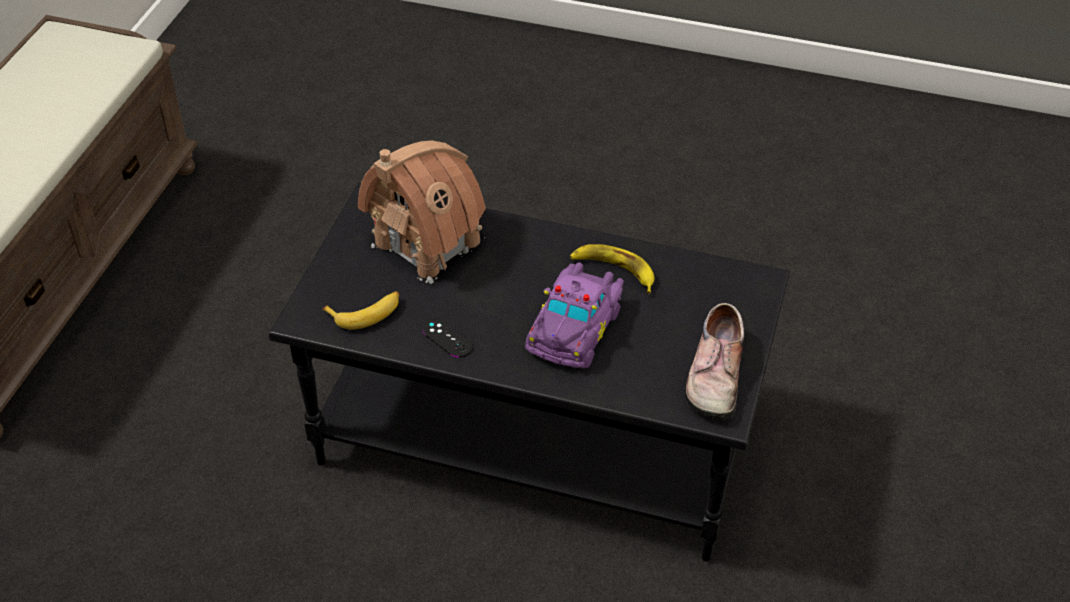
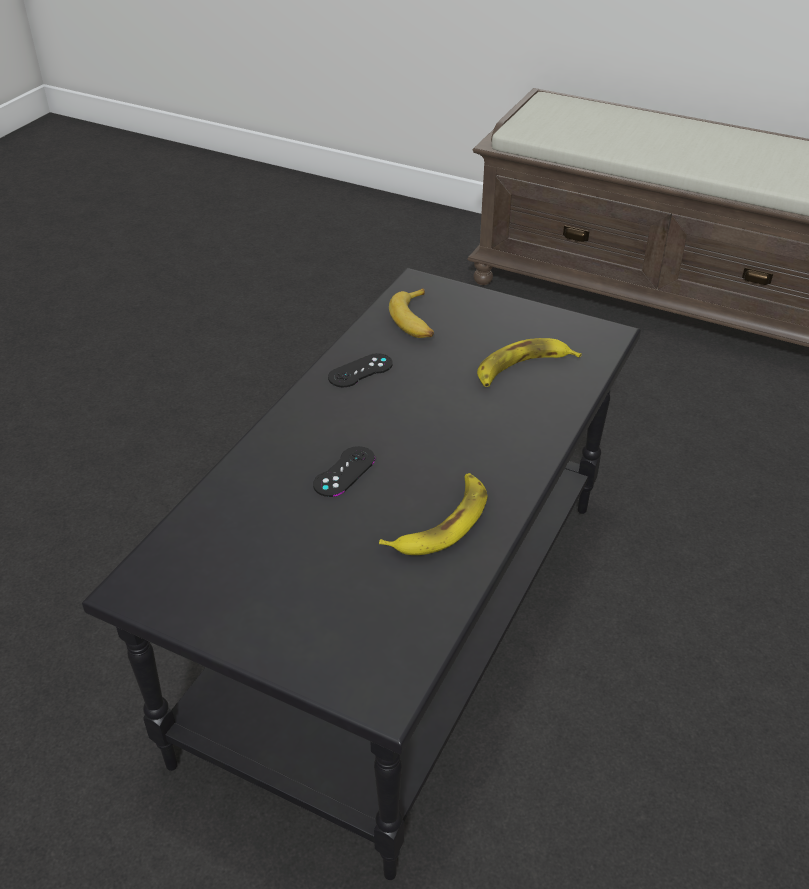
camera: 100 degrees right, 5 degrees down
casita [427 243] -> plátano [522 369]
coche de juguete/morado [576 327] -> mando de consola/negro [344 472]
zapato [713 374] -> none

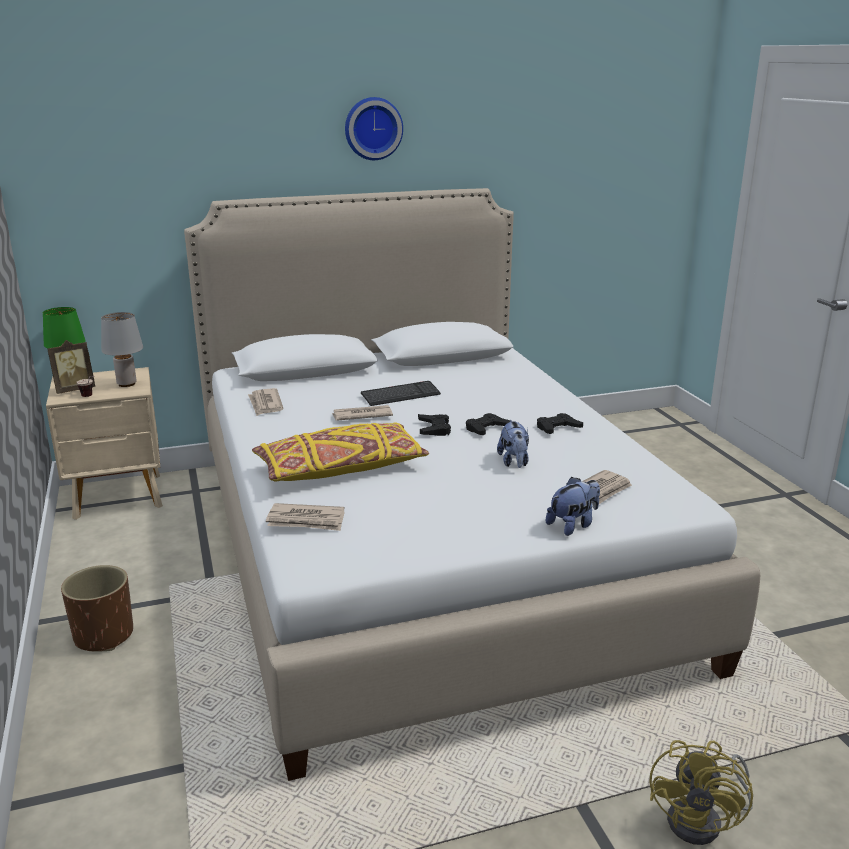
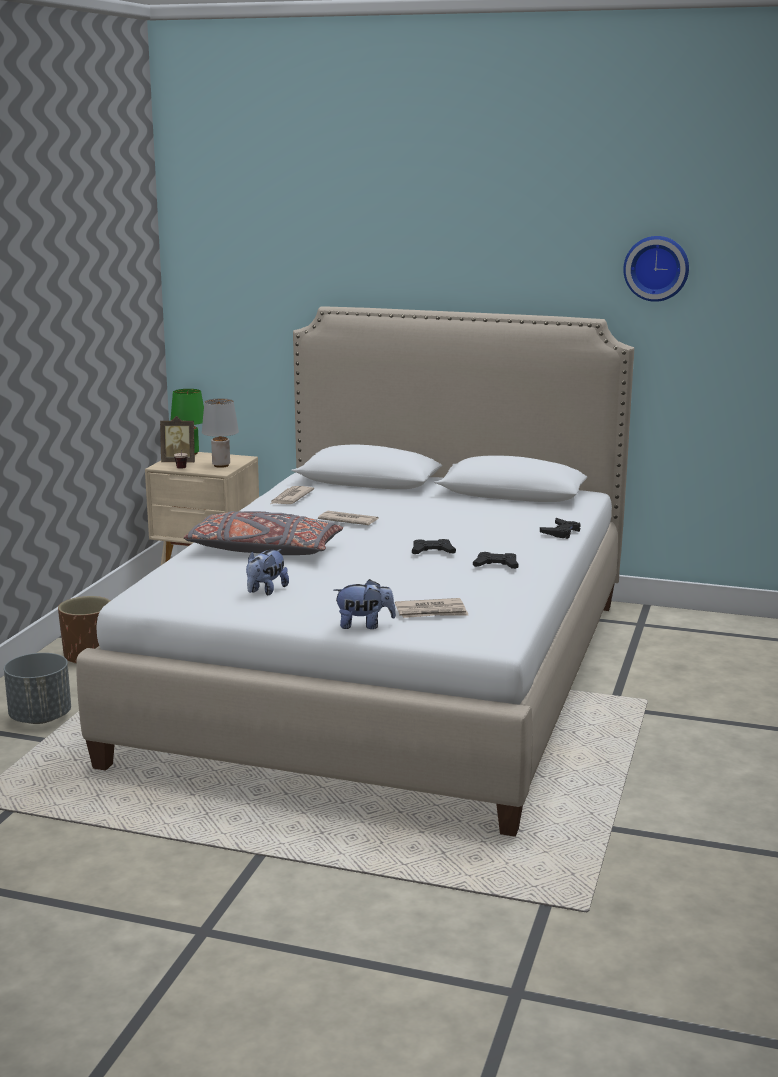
camera: 35 degrees right, 5 degrees down
reloj de pared [372 128] -> reloj de pared [656 268], moved
teclado [400 395] -> none
mando de consola/negro [434 429] -> mando de consola/negro [561 532], moved
peluche [514 462] -> peluche [266 591], moved
cojín/amarillo [340 469] -> cojín/gris [263 550]
periódico [306 520] -> none
ventilador/amarillo [703 821] -> none
none -> maceta/gris [41 717]

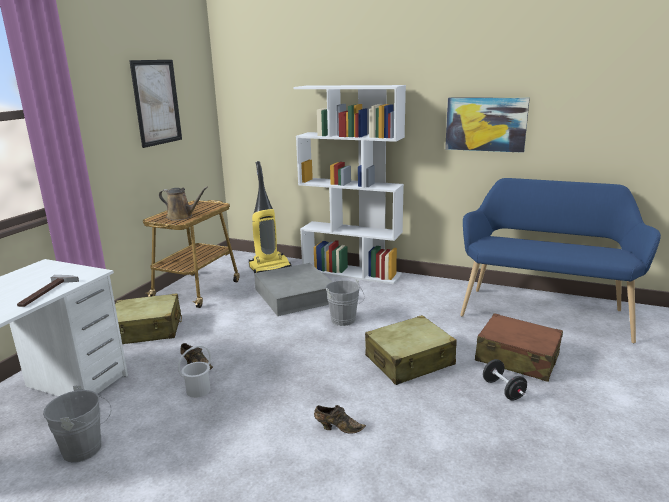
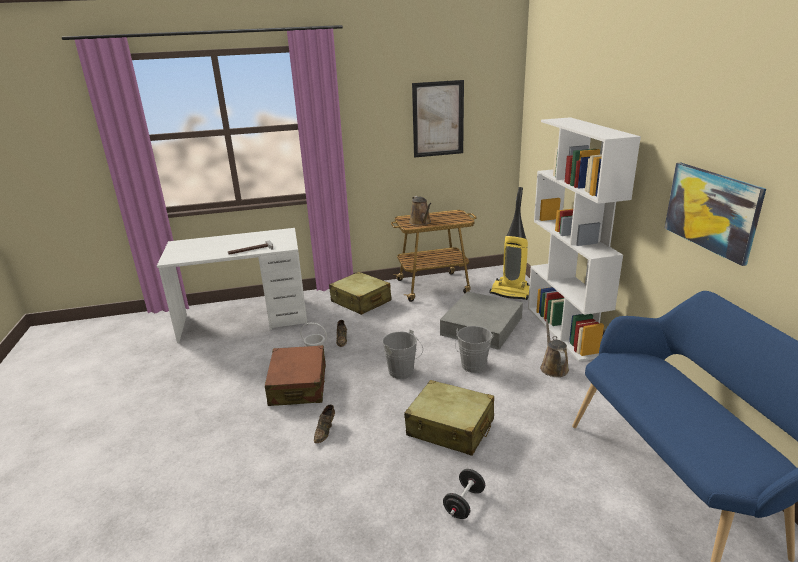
camera: 55 degrees right, 5 degrees up
maleta/marrón [517 358] -> maleta/marrón [298 385], moved
cubo/gris [87 449] -> cubo/gris [403 373], moved
zapato/marrón [337 428] -> zapato/marrón [325 431], 45 degrees clockwise
none -> regadera/marrón [553 367]

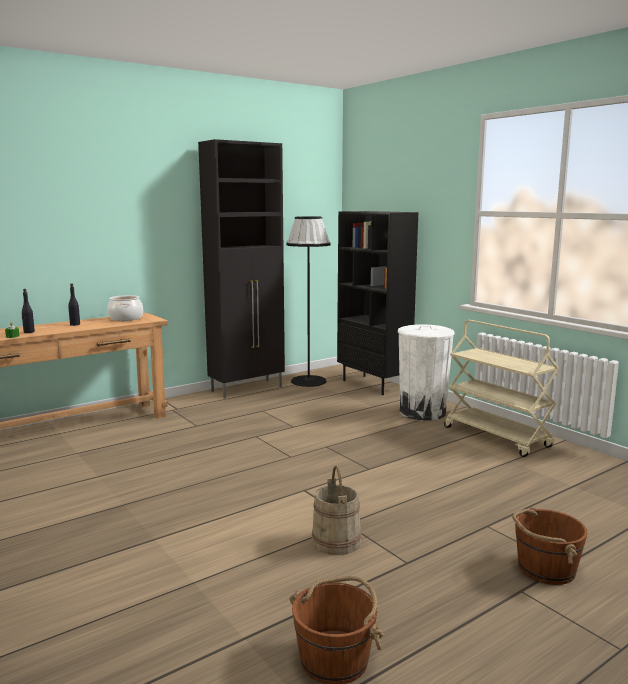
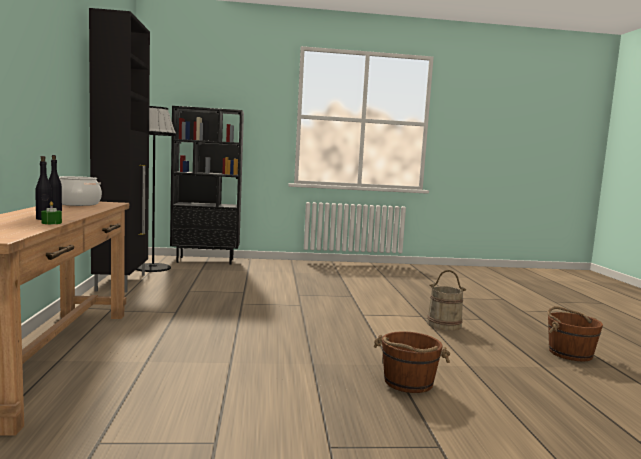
camera: 60 degrees left, 5 degrees down
carrito/beis [497 437] -> none
papelera/blanco [422 412] -> none
cubo/marrón [545 569] -> cubo/marrón [408 382], moved

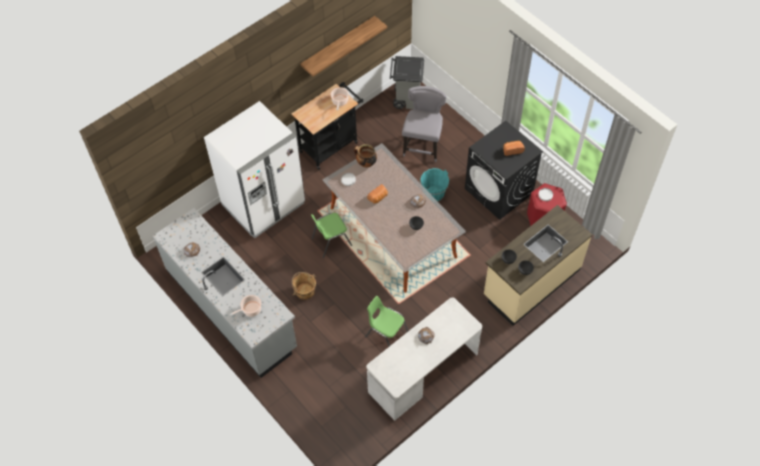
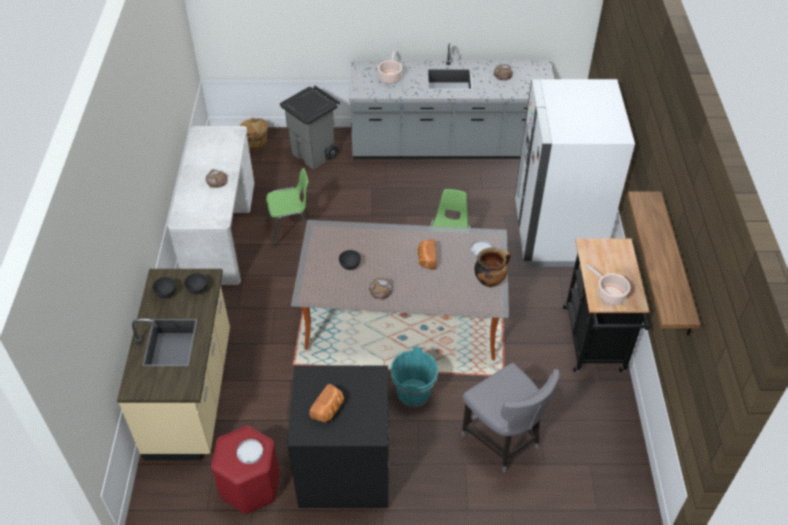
camera: 130 degrees right, 10 degrees down
papelera/gris [406 99] -> papelera/gris [315 154], moved
cubo/marrón [304 291] -> cubo/marrón [255 143], moved

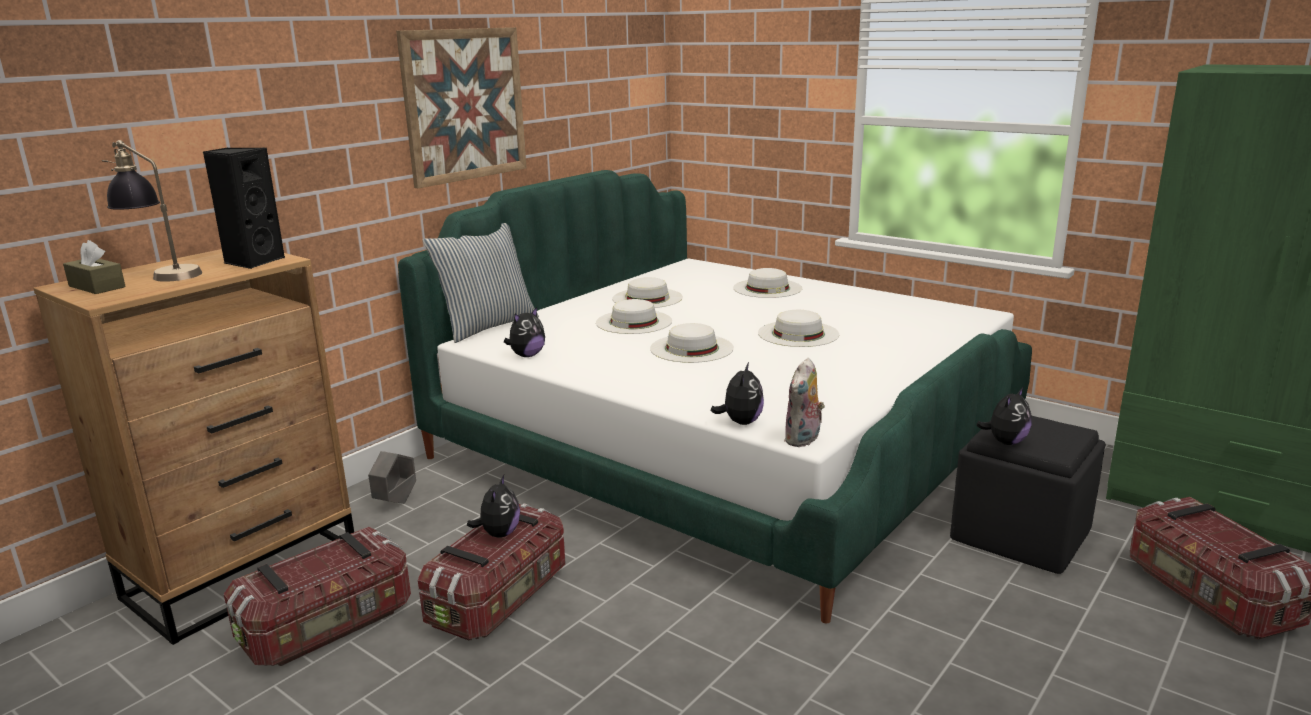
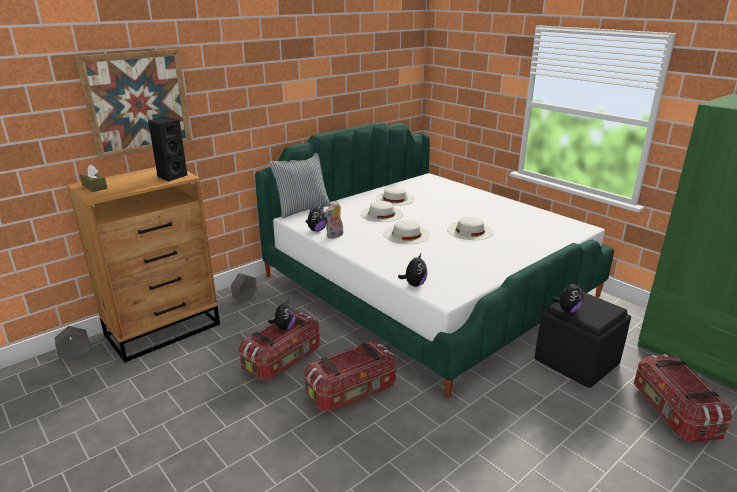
camera: 10 degrees right, 5 degrees up
cuadro [464 105] -> cuadro [138 103], moved
lámpara de mesa [163 274] -> none
sombrero/blanco [767 288] -> none
peluche [803 440] -> peluche [335 236], moved
caja de almacenaje [328 626] -> caja de almacenaje [352 392], moved
none -> maceta/gris [76 357]

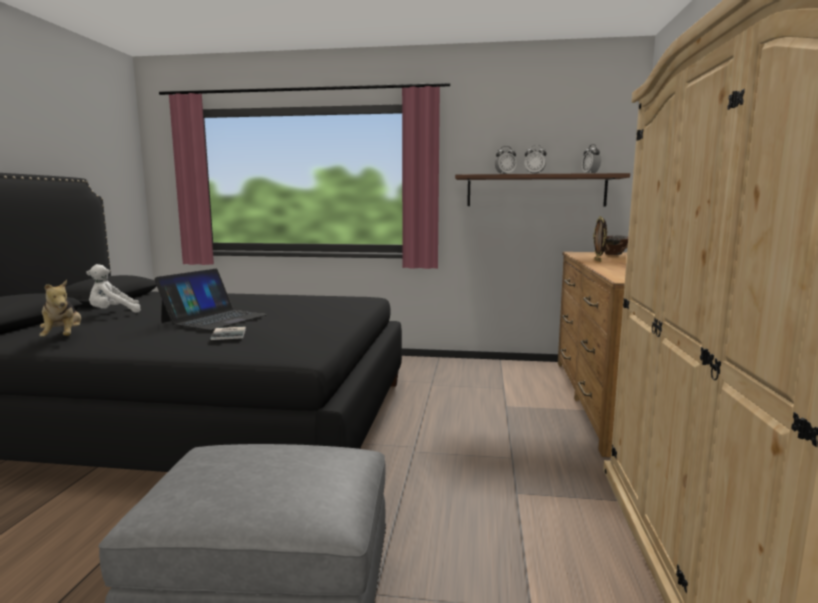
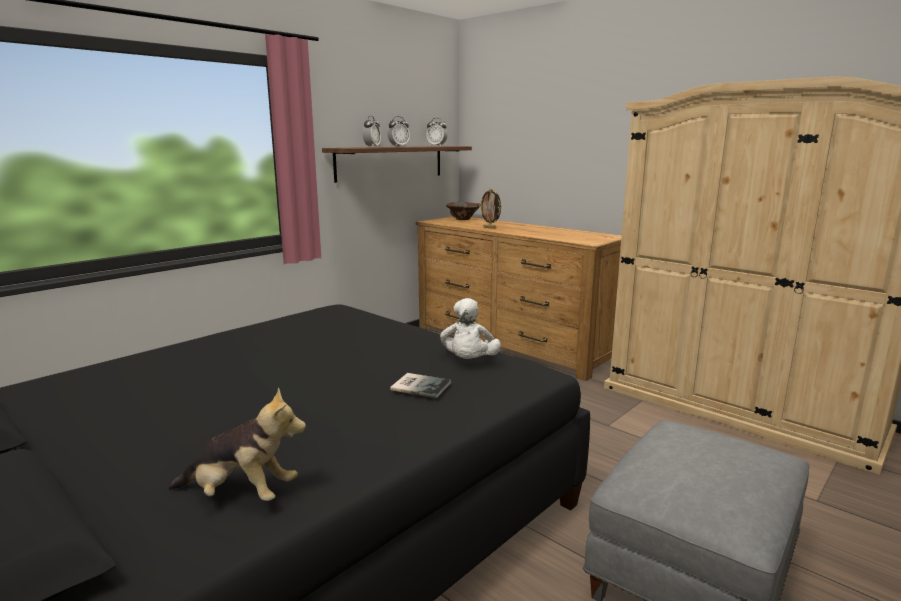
camera: 55 degrees left, 5 degrees up
peluche/blanco [113 313] -> peluche/blanco [469 362], moved
portátil [214 318] -> none

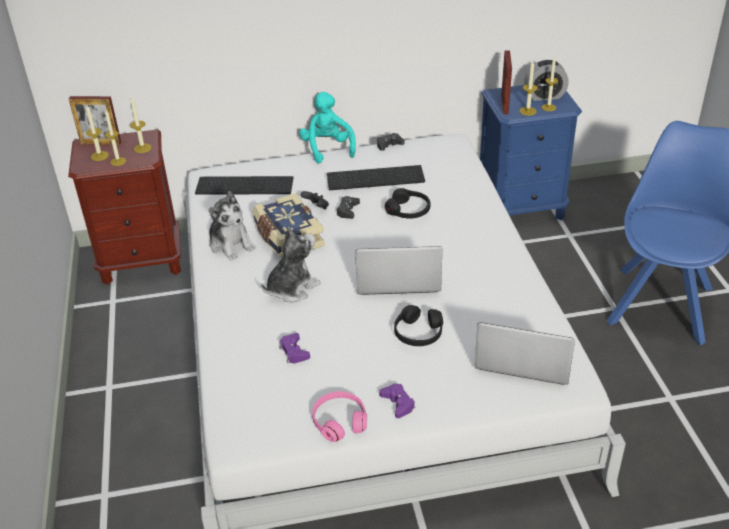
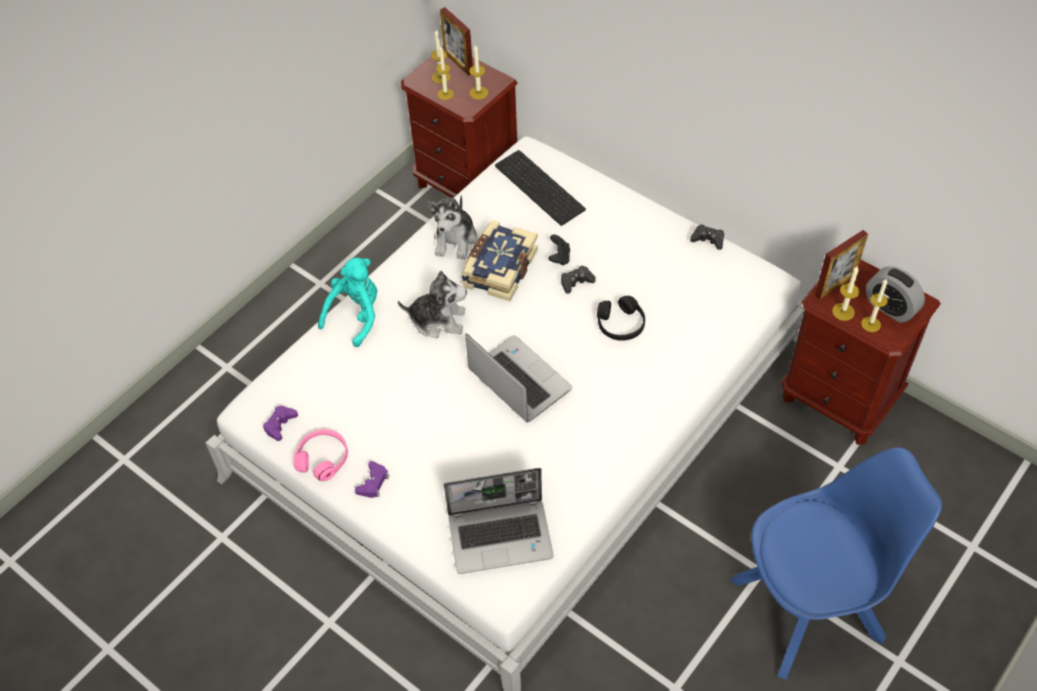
camera: 50 degrees right, 15 degrees up
mesita de noche/azul [521 208] -> mesita de noche/marrón [838 399]
peluche/turquesa [327 148] -> peluche/turquesa [356 315], moved
teclado [376 177] -> none
auriculares/negro [418 333] -> none
portátil [523 358] -> portátil [501 535], 105 degrees clockwise
mando de consola/morado [294 352] -> mando de consola/morado [280 425], moved

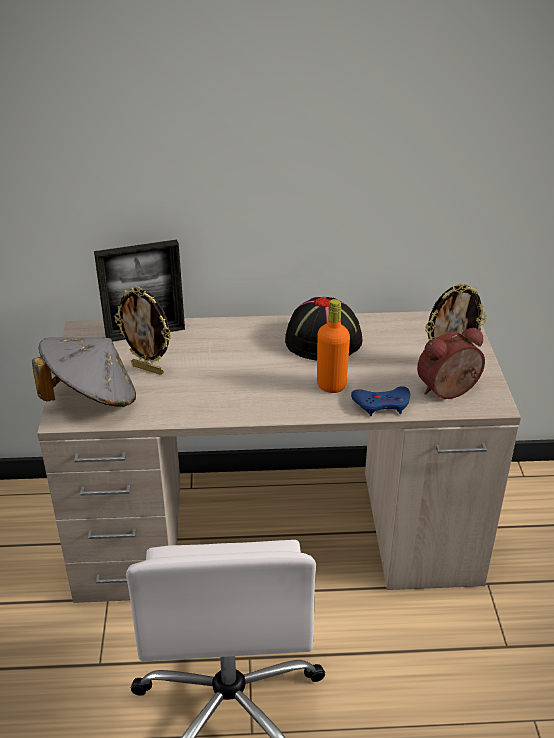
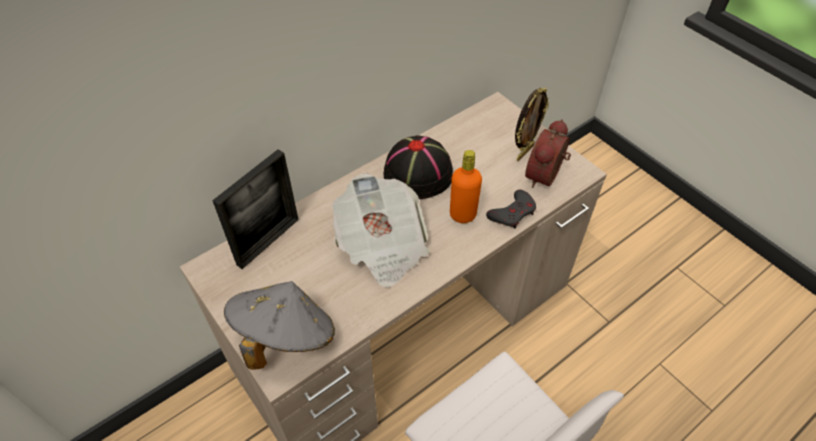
camera: 35 degrees left, 15 degrees up
portarretratos [148 369] -> none
mando de consola/azul [382 404] -> mando de consola/gris [512 213]
none -> periódico [382 245]

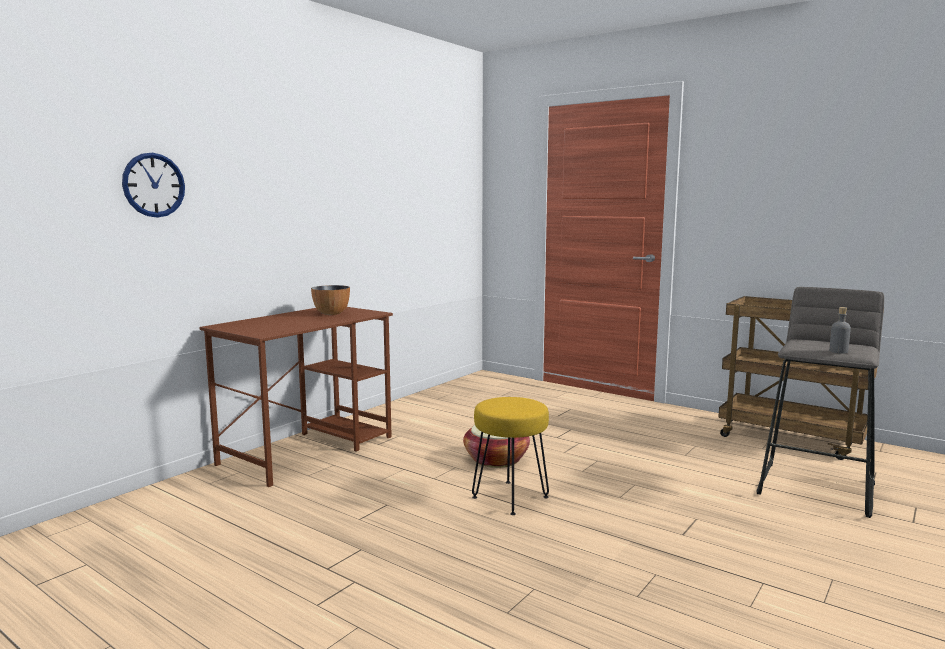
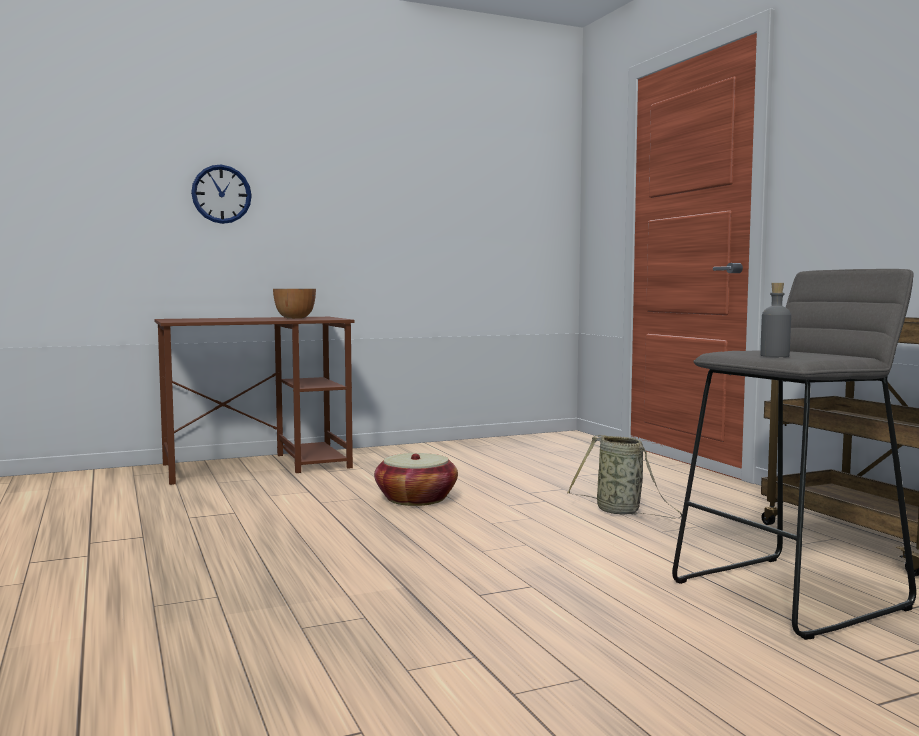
camera: 30 degrees right, 5 degrees down
reloj de pared [154 185] -> reloj de pared [221 194], moved
taburete/amarillo [511 497] -> none
none -> cesta [621 512]

